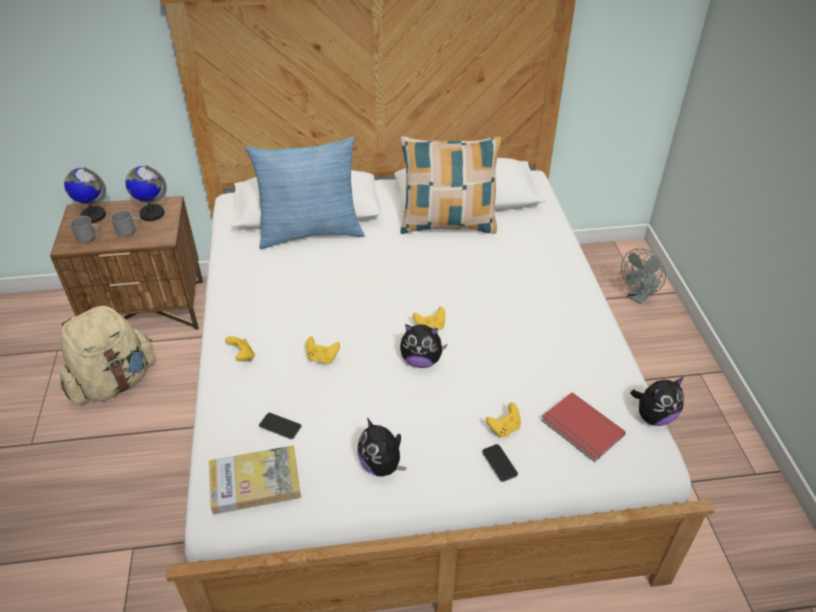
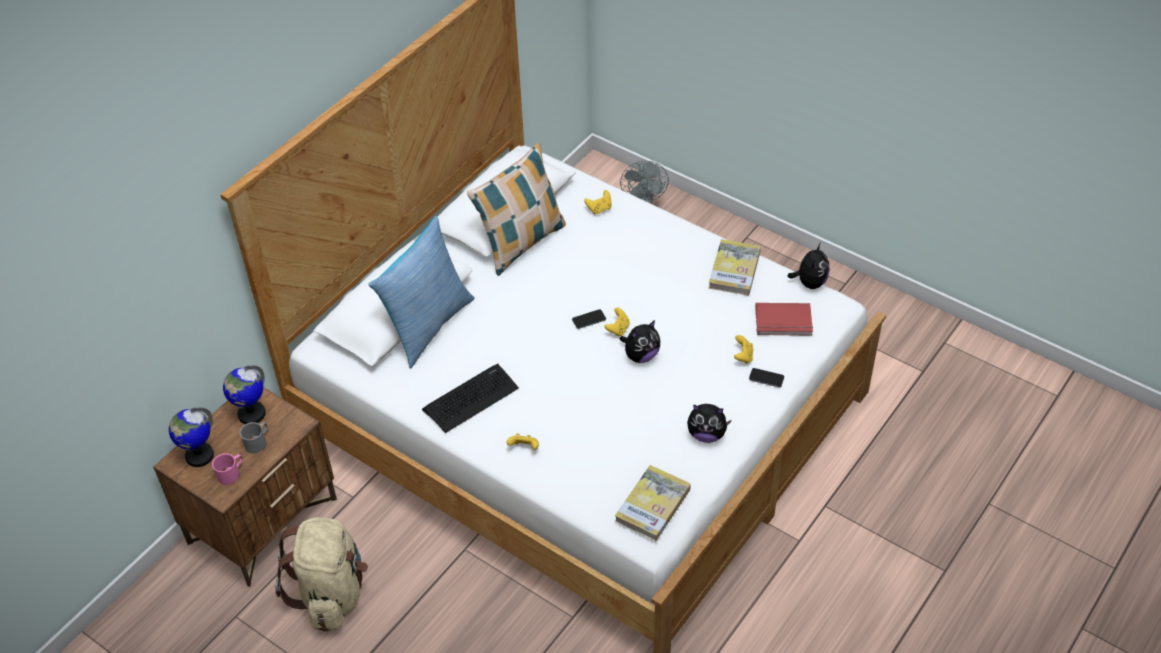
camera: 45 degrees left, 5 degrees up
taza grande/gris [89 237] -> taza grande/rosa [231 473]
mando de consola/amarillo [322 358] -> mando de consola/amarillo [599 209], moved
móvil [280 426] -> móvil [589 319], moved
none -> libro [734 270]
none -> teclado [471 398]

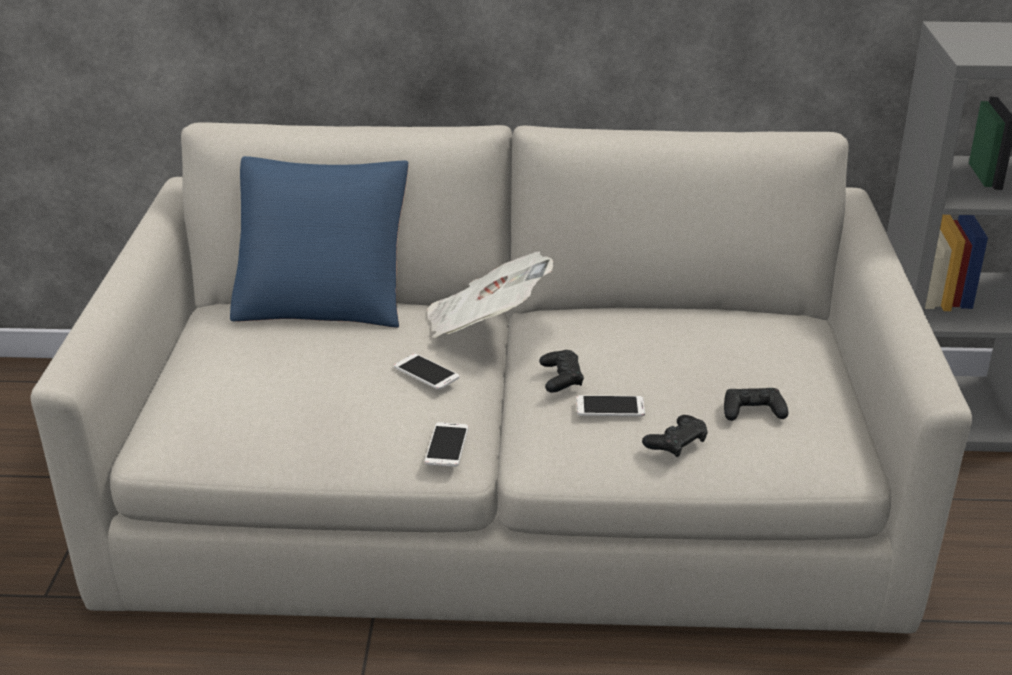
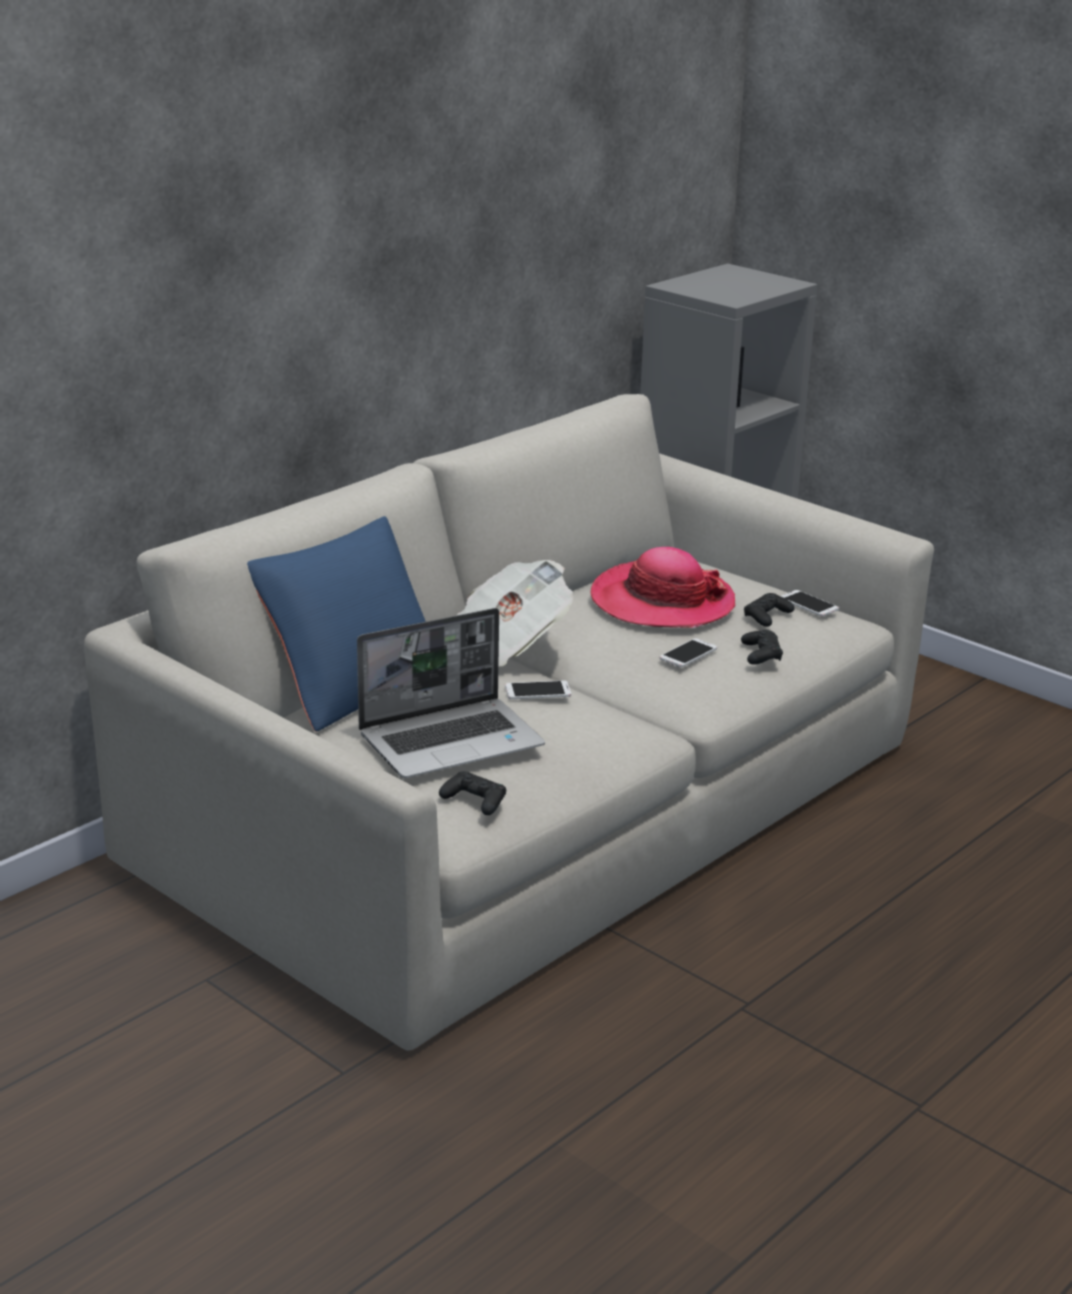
camera: 50 degrees left, 5 degrees down
mando de consola/negro [561 377] -> mando de consola/negro [475 800], moved
móvil [446 445] -> móvil [809 604], moved
none -> sombrero [662 602]
none -> portátil [452 740]

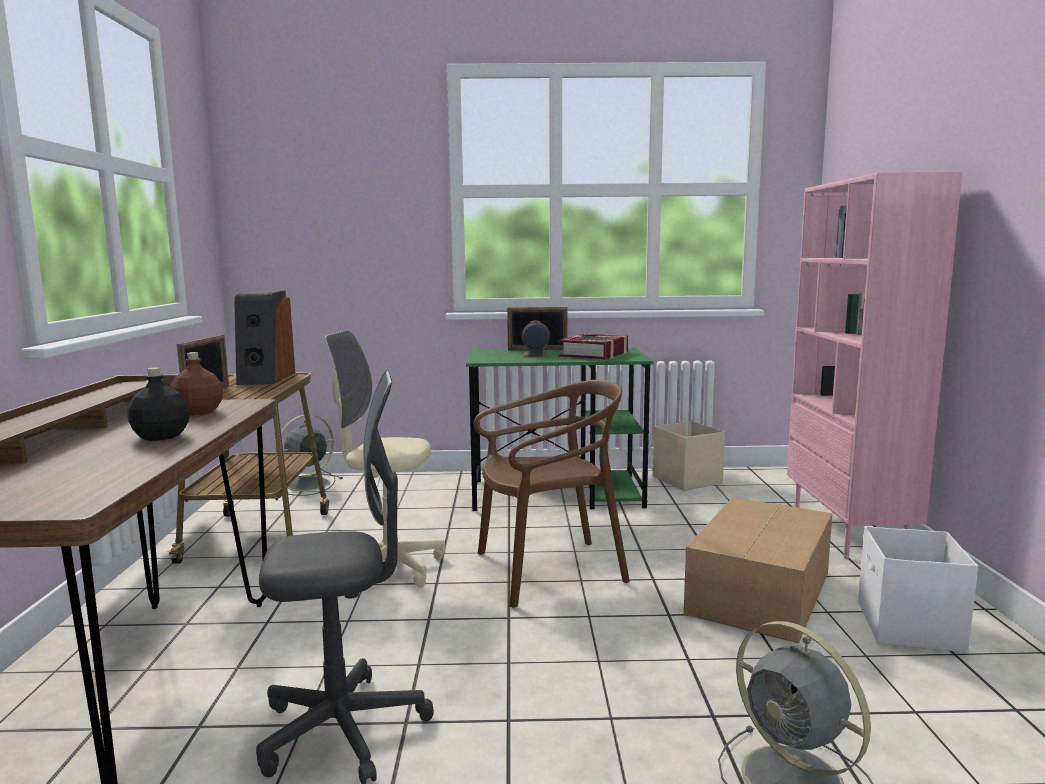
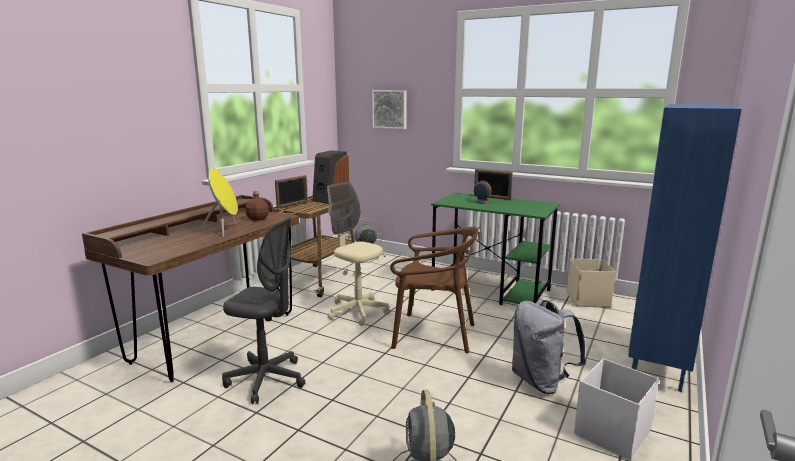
camera: 30 degrees right, 5 degrees up
estantería/rosa [848 533] -> estantería/azul [659 364]
libro [595 354] -> none
botella/negro [160 436] -> altavoz/amarillo [224 230]
caja de cartón [761 591] -> mochila/gris [541 382]
none -> cuadro [390 109]

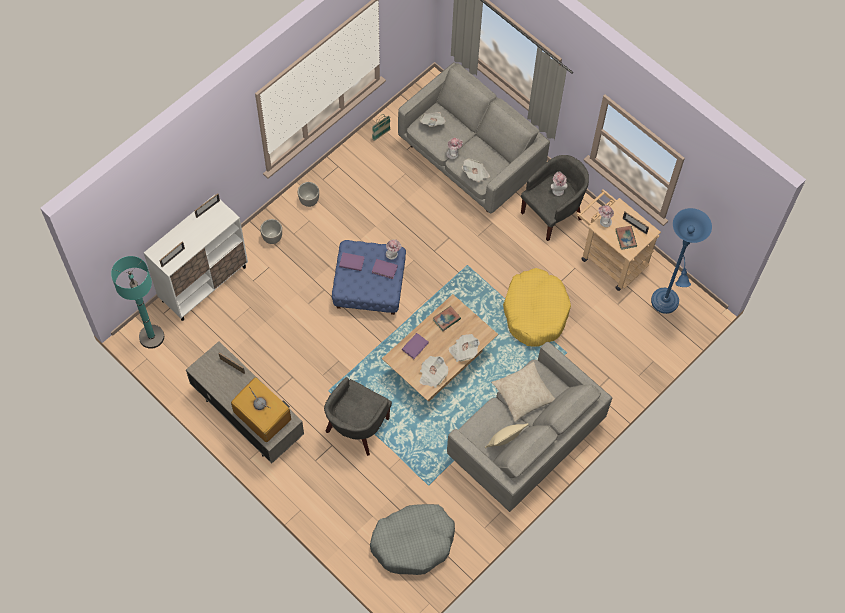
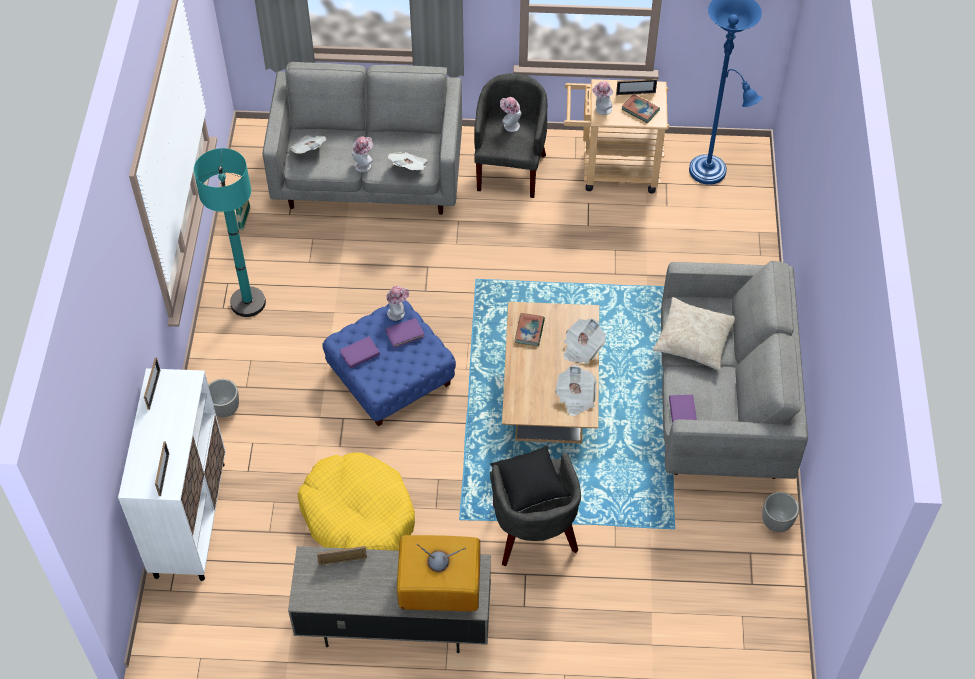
camera: 40 degrees left, 10 degrees down
maceta [309 201] -> maceta [776 523], moved
lámpara de pie/turquesa [151 337] -> lámpara de pie/turquesa [248 302], moved
cama para perro/amarillo [535 312] -> cama para perro/amarillo [359 516], moved
libro/morado [415 346] -> libro/morado [682 412], moved
cojín/beis [504 441] -> none
cama para perro/gris [413 542] -> none
none -> cojín/negro [529 486]

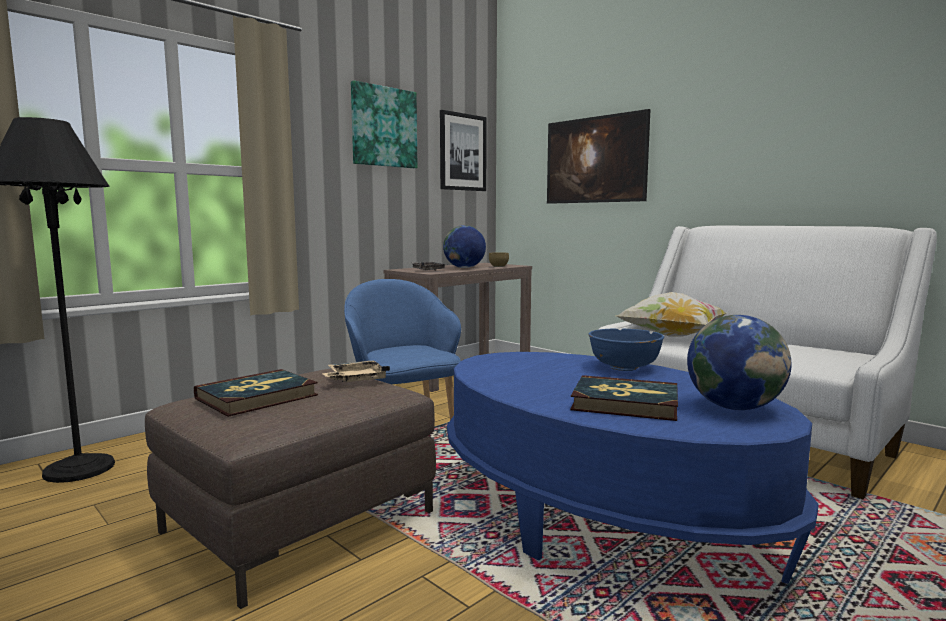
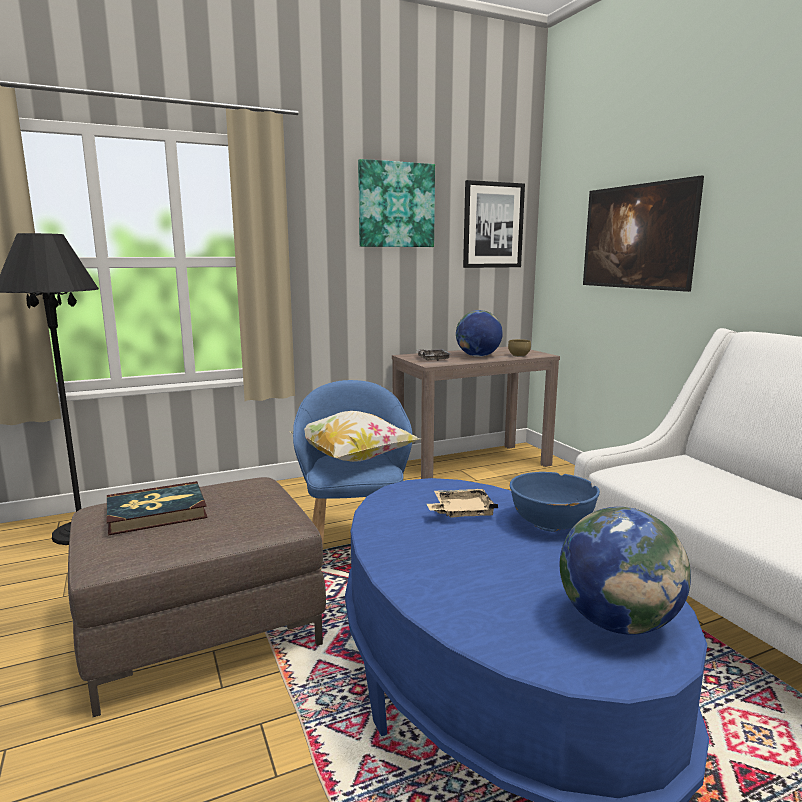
camera: 20 degrees right, 5 degrees up
cojín [671 336] -> cojín [354 459], moved
bandeja/beis [355 380] -> bandeja/beis [461 512], moved
libro [625 403] -> none

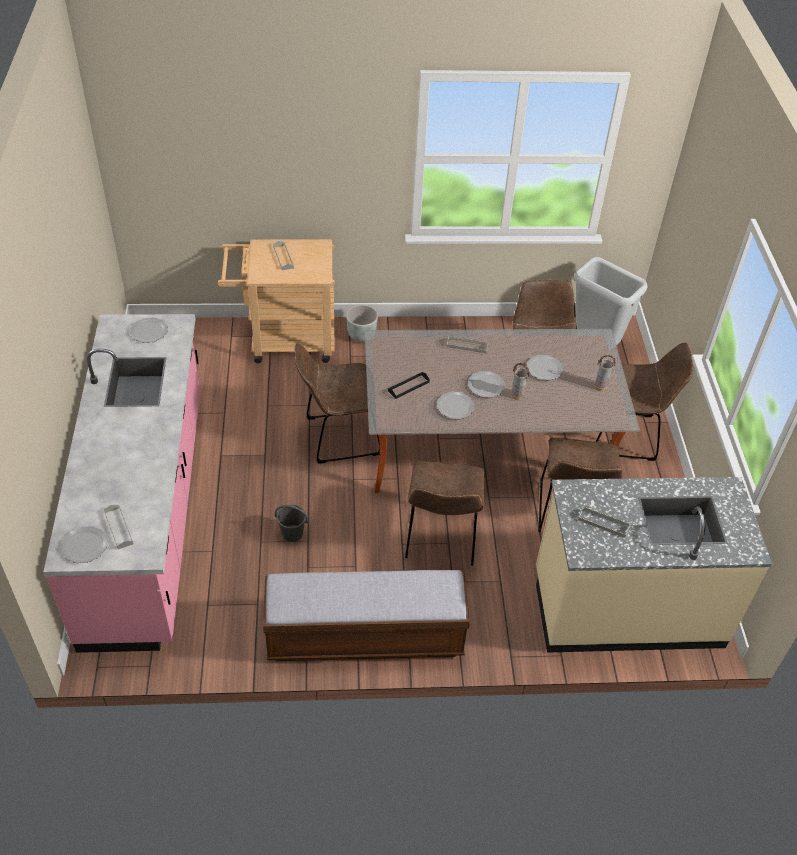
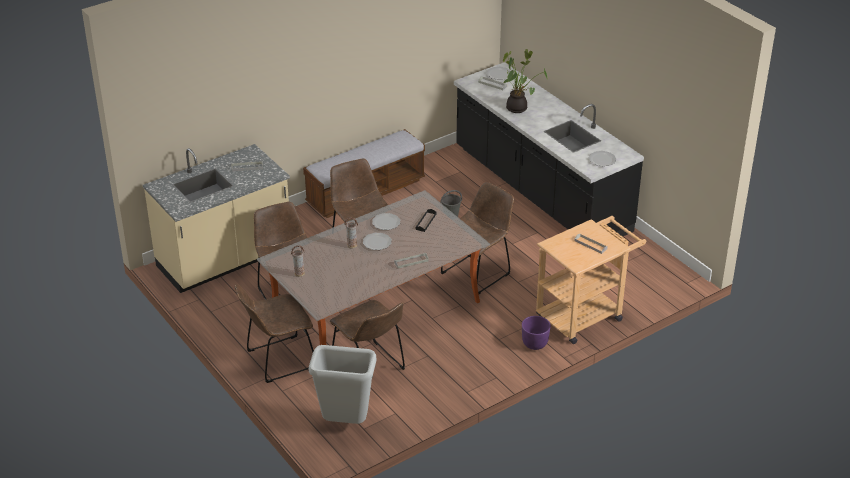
camera: 150 degrees right, 10 degrees down
maceta/gris [361 336] -> maceta/morado [534 344]
mueble bajo de cocina/rosa [147 514] -> mueble bajo de cocina/negro [540 190]
plato [543 369] -> none
none -> planta en maceta [518 108]

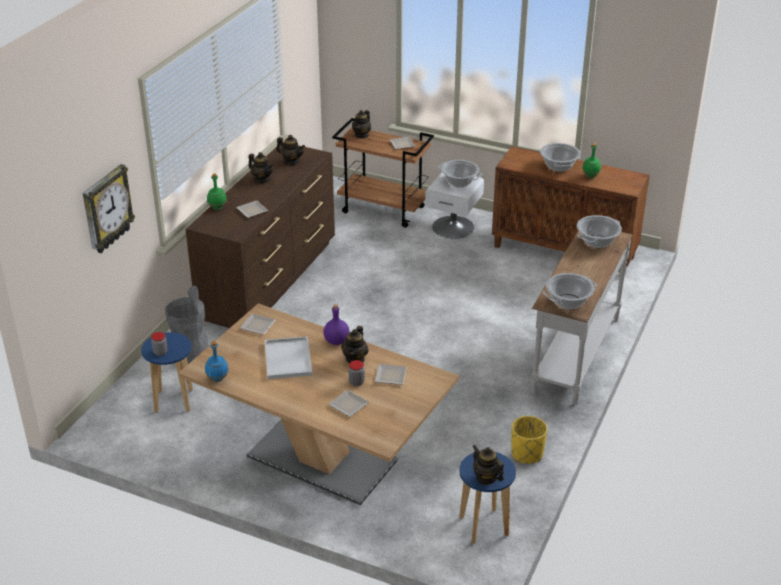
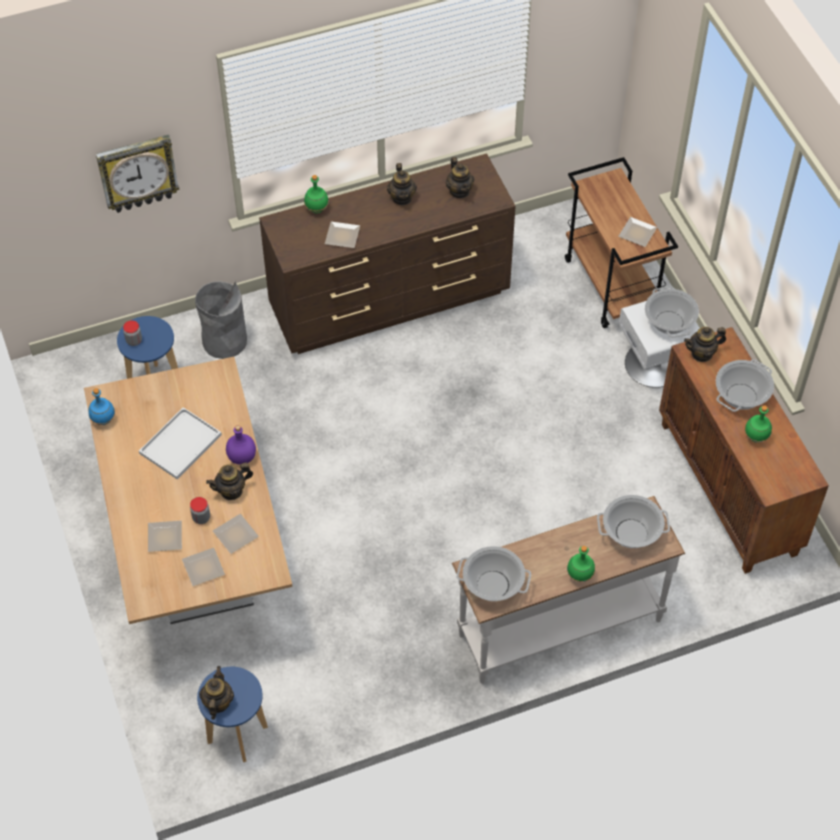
camera: 45 degrees right, 20 degrees up
tetera [362 135] -> tetera [702 353], moved
plato [257 325] -> plato [204 567], moved
maceta/amarillo [526 454] -> none
none -> botella/verde [579 576]

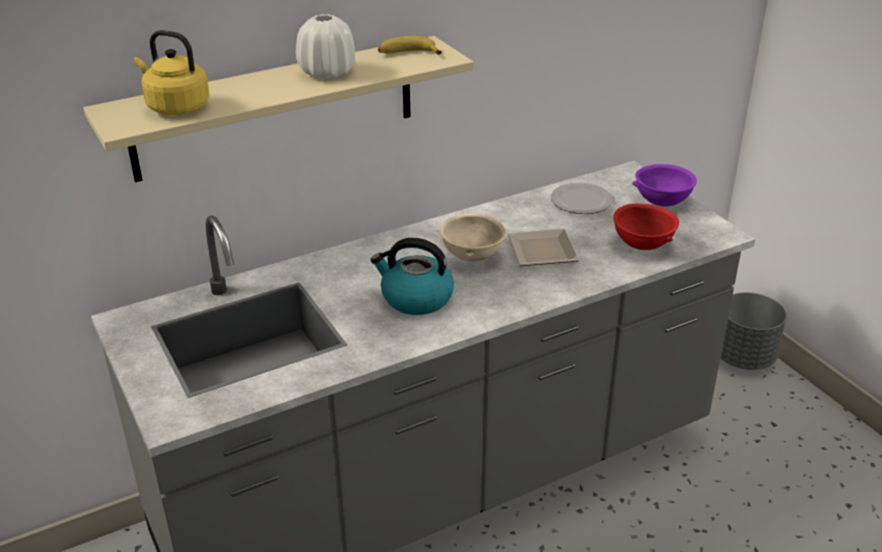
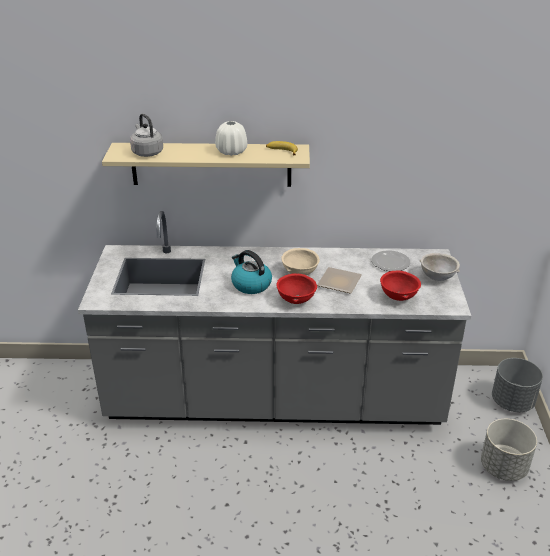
camera: 30 degrees right, 0 degrees up
hervidor/amarillo [175 107] -> hervidor/gris [147 152]
cuenco/morado [661 202] -> cuenco/gris [437 277]
none -> cuenco/rojo [297 300]
none -> maceta/gris [504 467]

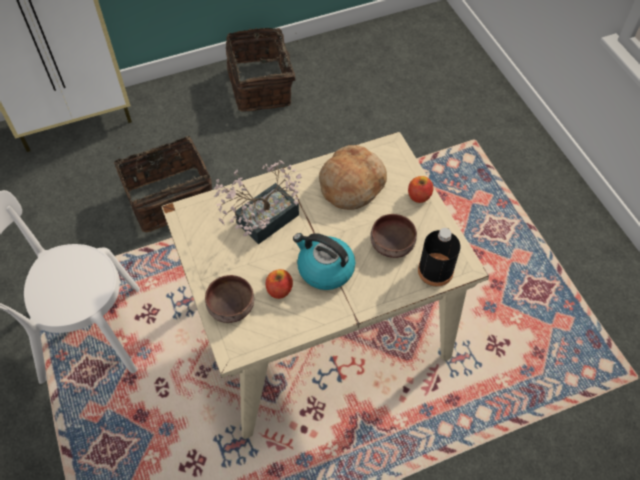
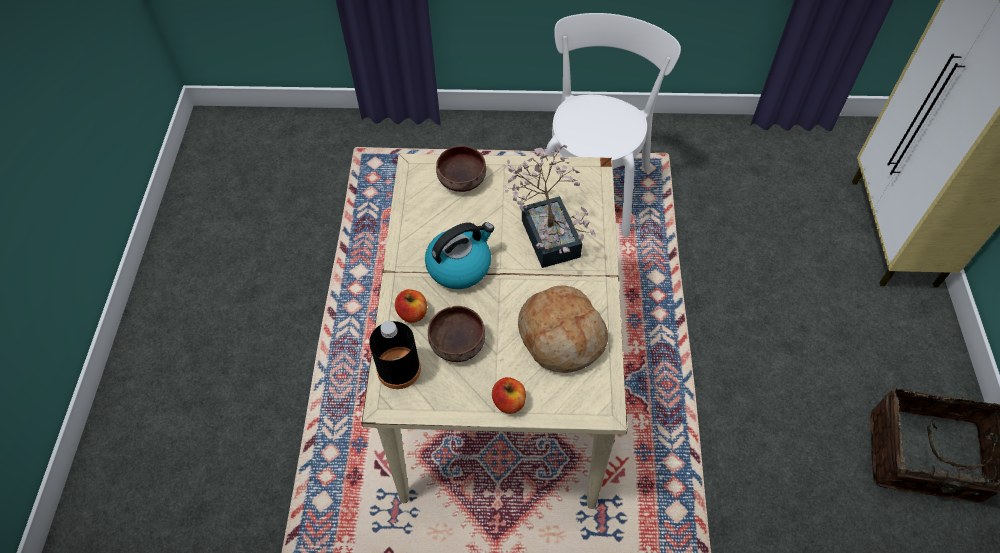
camera: 115 degrees right, 0 degrees up
cesta [169 197] -> none
manzana [279 290] -> manzana [412 313], moved

